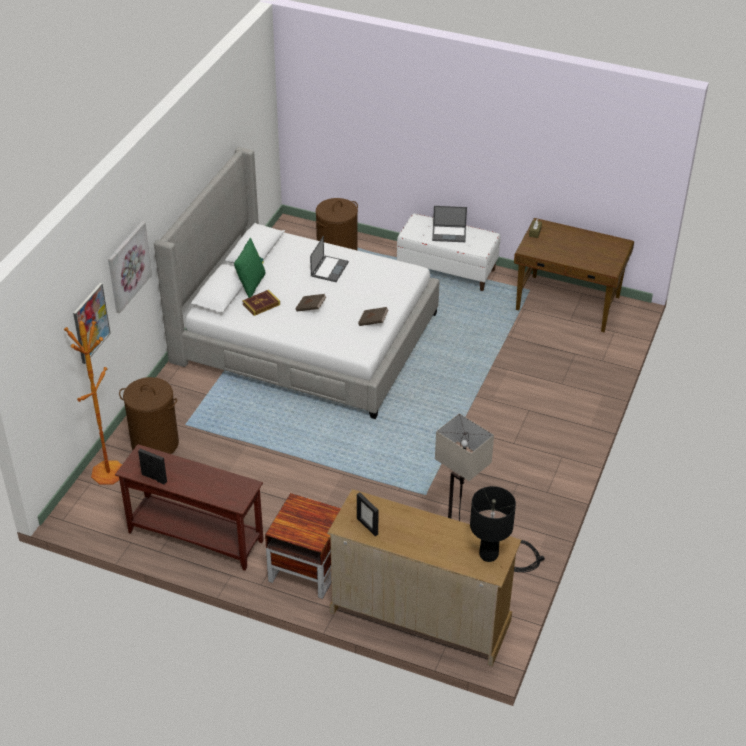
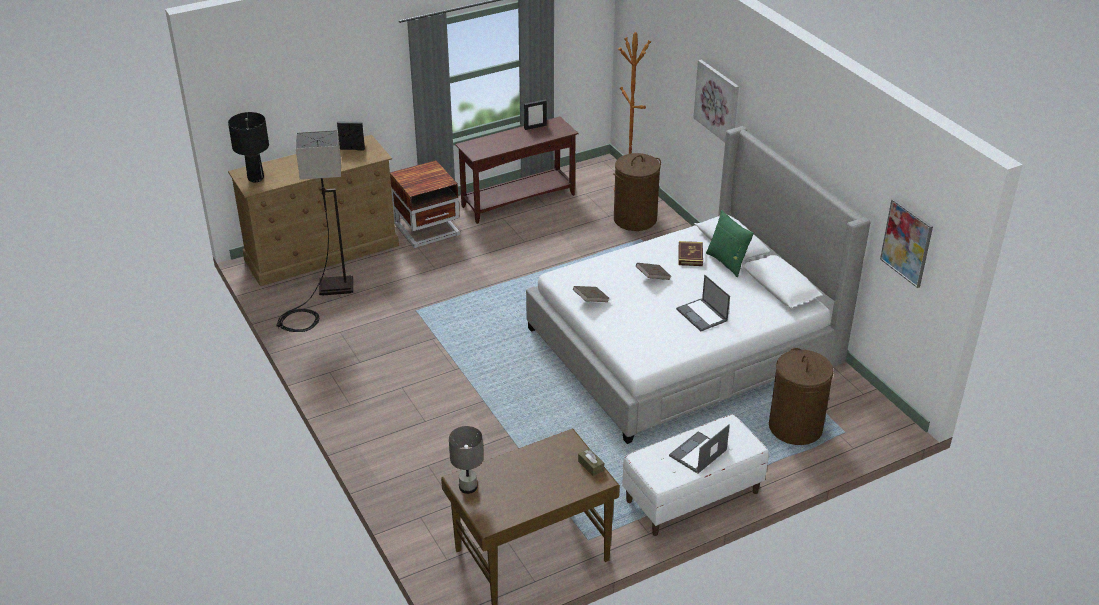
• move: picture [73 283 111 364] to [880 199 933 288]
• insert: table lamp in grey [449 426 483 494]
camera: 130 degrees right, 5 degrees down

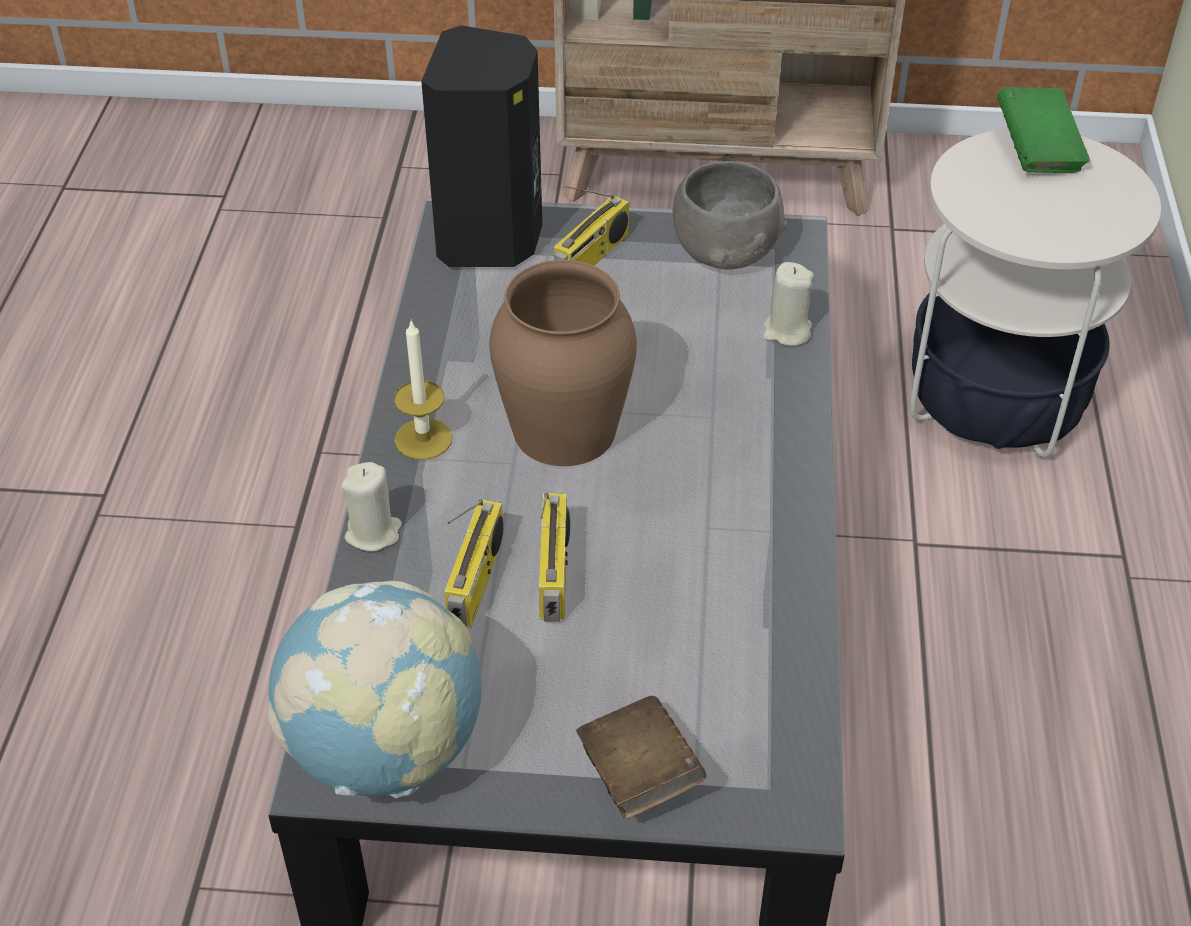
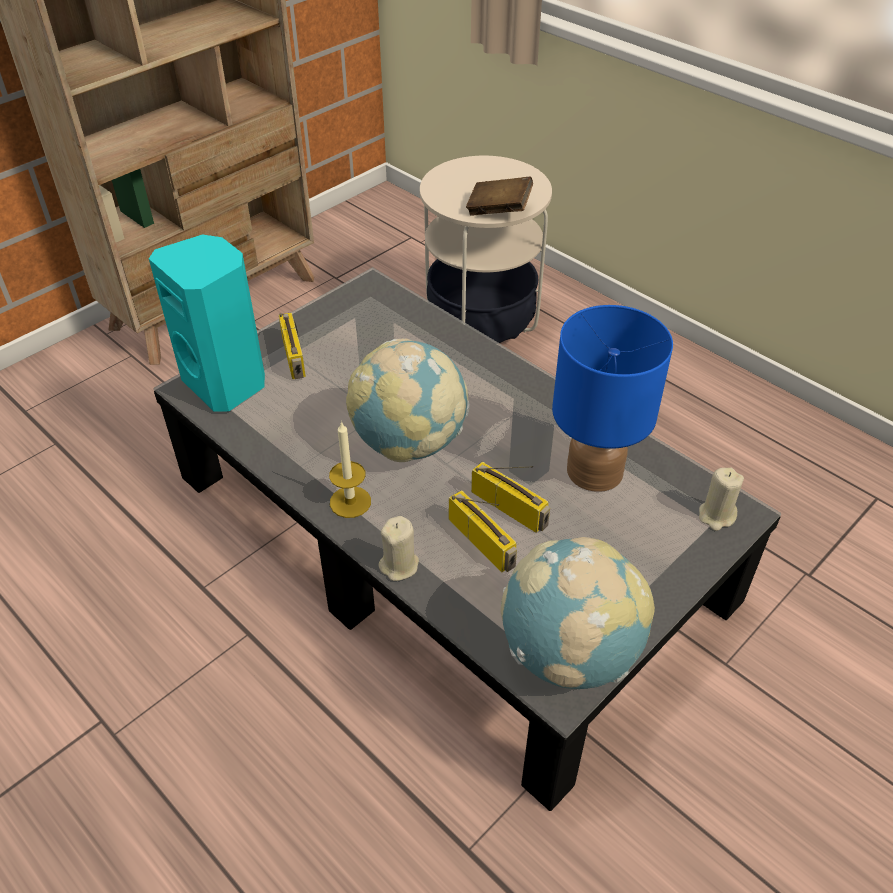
• recolor: speaker in black [421 25 542 267] to speaker in turquoise [149 234 265 412]
• delete: book in green [997 87 1090 173]
• delete: bowl in grey [673 161 787 270]
• replace: vase in brown [489 260 637 466] to globe [346 338 470 462]
• move: candle in beige [763 262 814 346] to [699 468 744 531]
• move: book in brown [576 696 706 819] to [466 177 533 216]
• insert: table lamp in blue [552 305 673 492]
camera: 50 degrees left, 0 degrees up

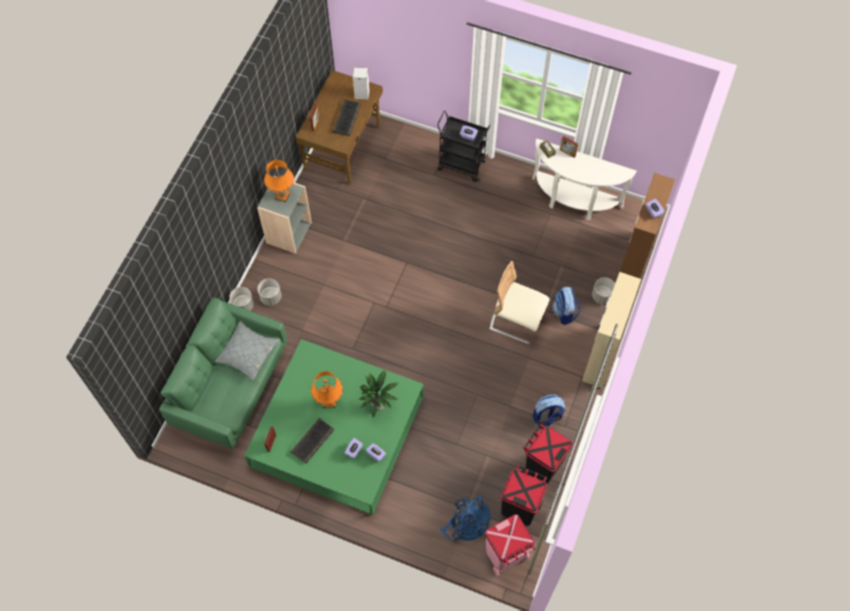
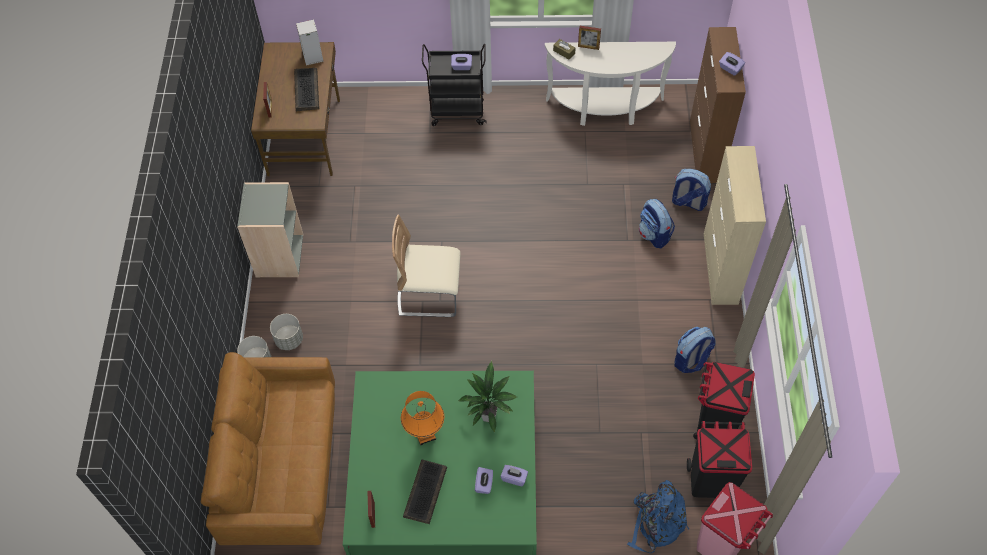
• delete: table lamp in orange [264 160 294 202]
• move: chair in beige [490 261 550 344] to [392 214 461 317]
• replace: planter in grey [592 277 615 305] to backpack [672 169 711 211]
• recolor: sofa in green [159 298 287 449] to sofa in brown [201 352 335 545]
• delete: pillow in grey [214 321 279 381]
camera: 20 degrees left, 5 degrees down

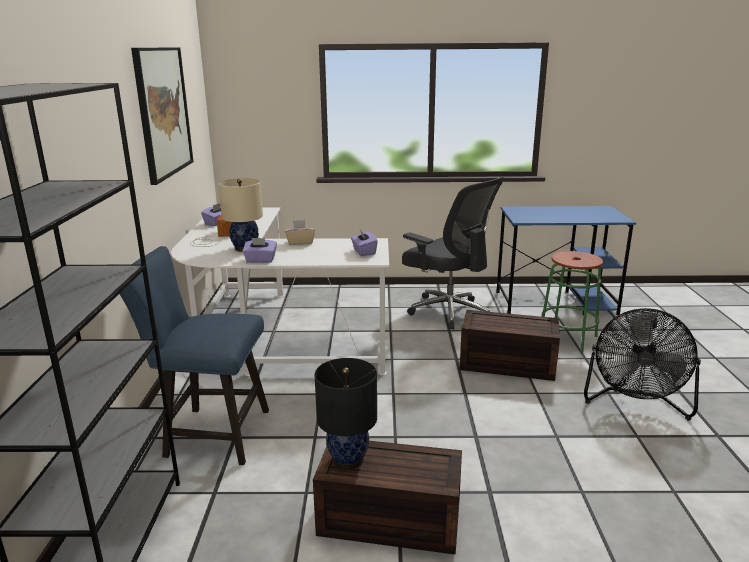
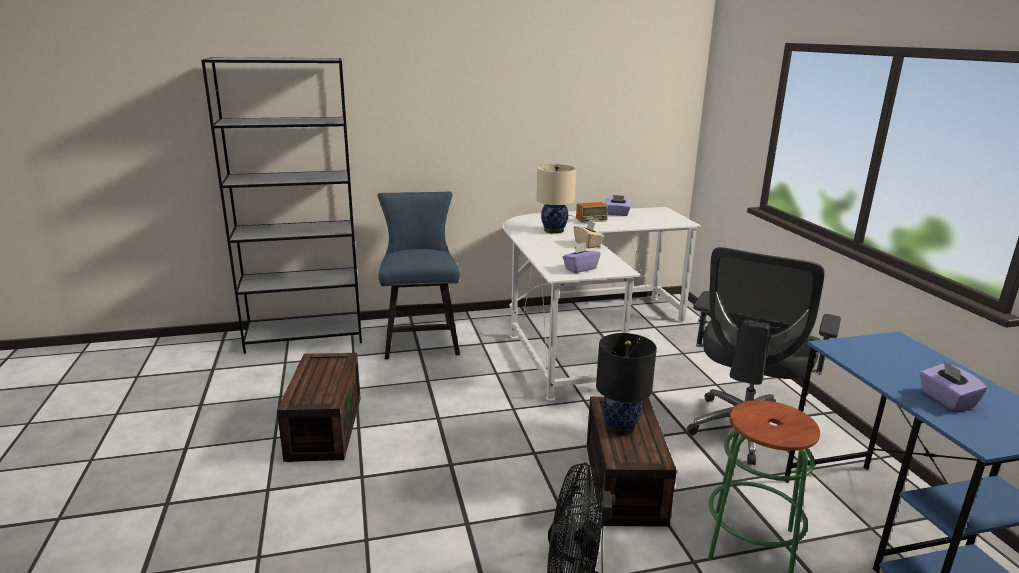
• delete: picture [131 48 194 185]
• move: tissue box in purple [242 238 277 263] to [919 361 987 411]
• move: table lamp in black [315 358 377 469] to [596 333 657 435]
camera: 75 degrees right, 0 degrees up

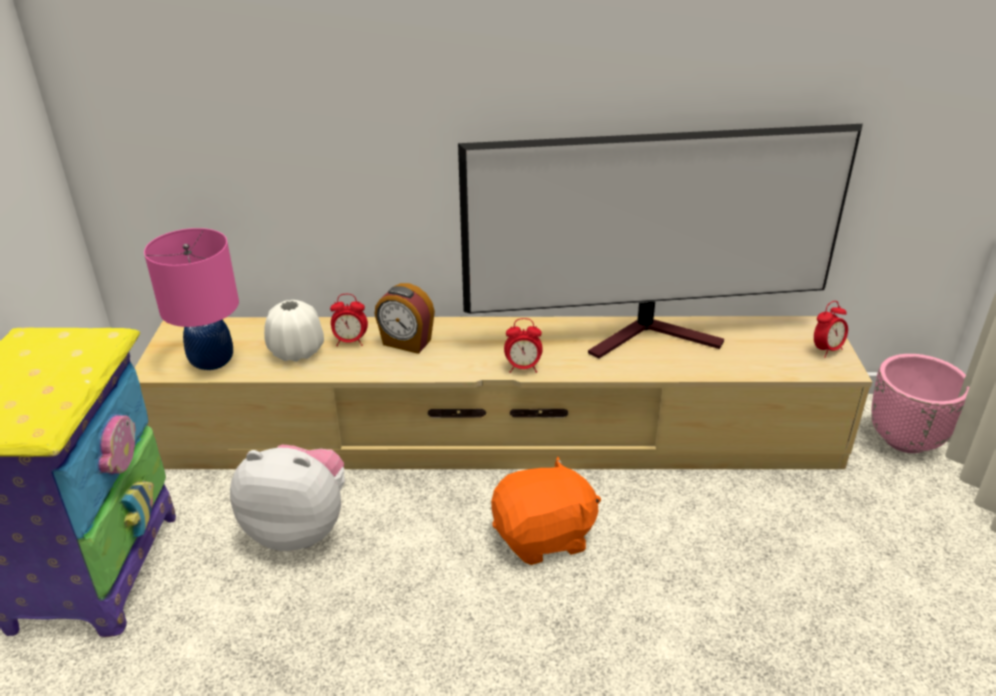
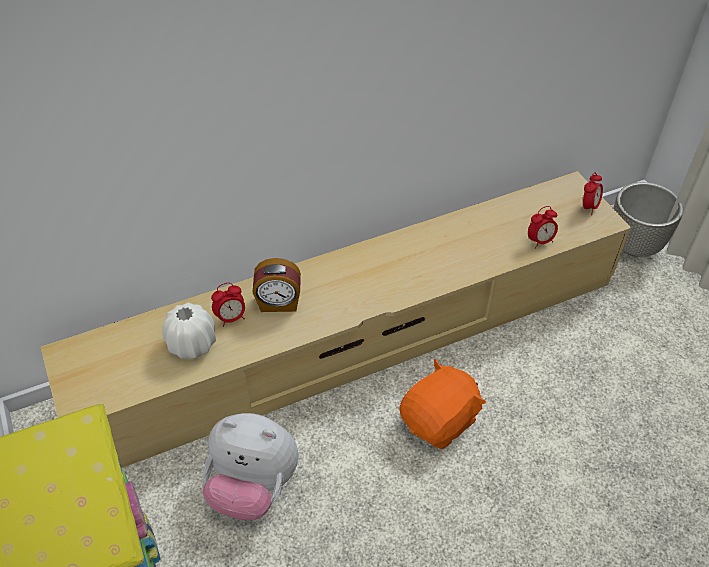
• delete: television [458 124 863 359]
• delete: table lamp in pink [144 228 239 370]
• move: alarm clock [504 318 543 373] to [528 206 558 249]
• recolor: planter in pink [871 354 969 453] to planter in grey [613 182 683 257]
• rotate: plush toy [230 445 345 551] = [203 413 298 520] 150 degrees counterclockwise
camera: 25 degrees left, 15 degrees up

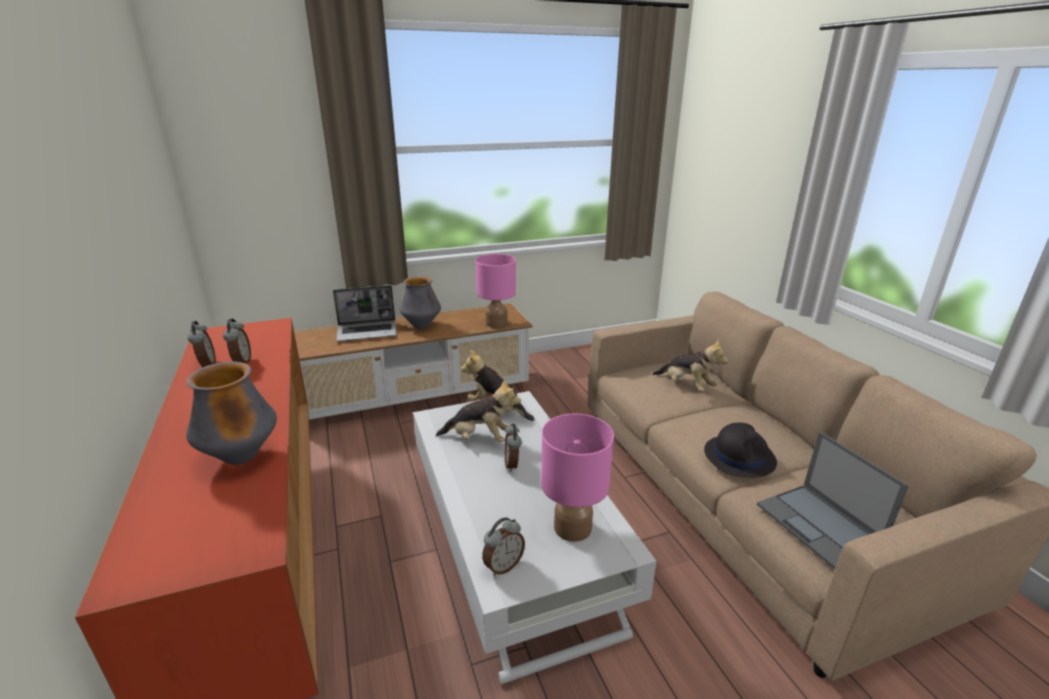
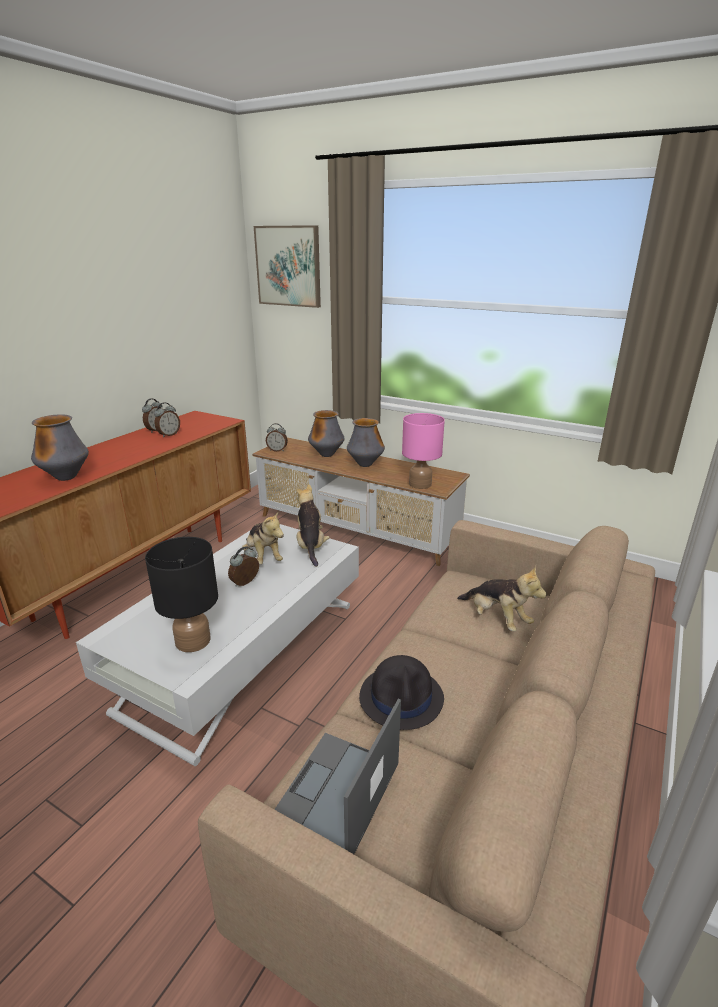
• replace: laptop [333 285 397 341] to vase [308 410 345 457]
• rotate: plush toy [652 339 728 392] = [457 565 547 631] 45 degrees counterclockwise
• recolor: table lamp in pink [541 414 614 542] to table lamp in black [145 537 218 652]
• move: alarm clock [482 517 525 576] to [266 423 288 452]
• insert: picture [254 225 321 308]
camera: 50 degrees right, 0 degrees up

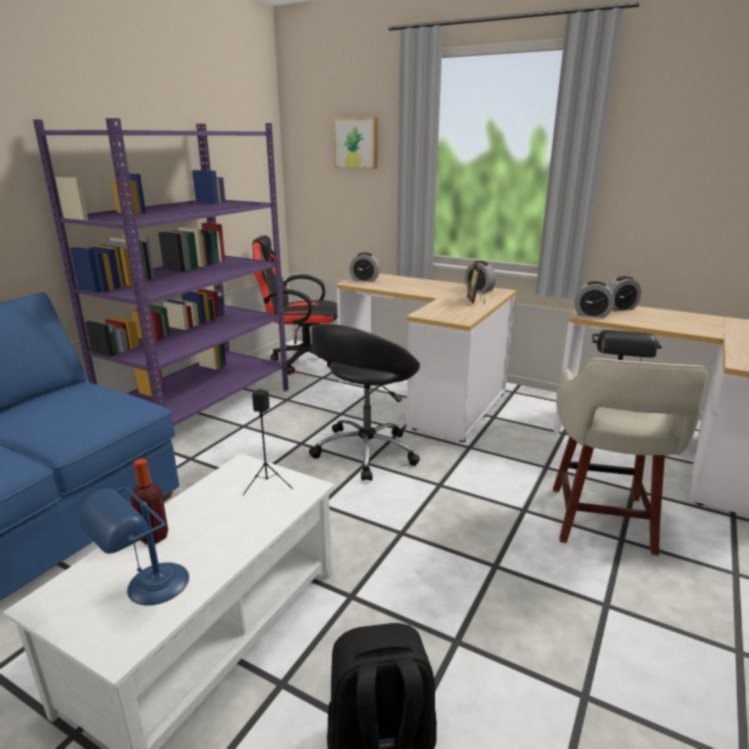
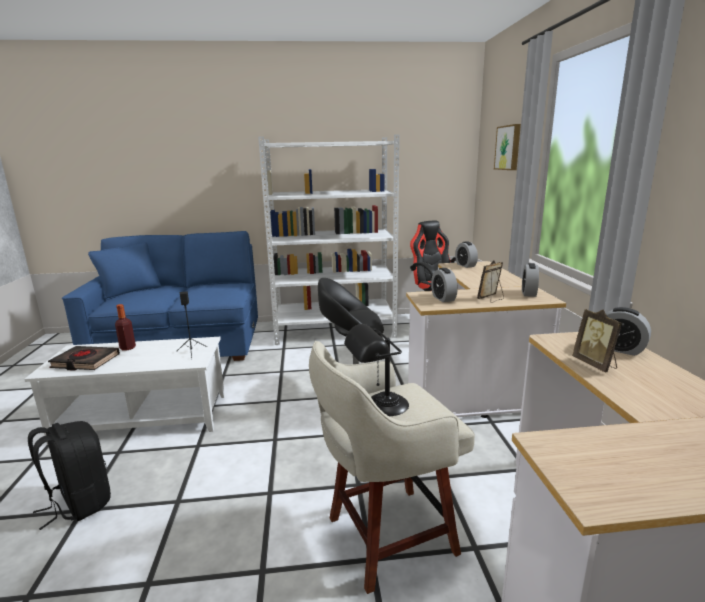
• recolor: bookcase in purple [33 118 289 442] to bookcase in white [258 134 400 345]
• move: alarm clock [575 281 614 318] to [431 268 458 302]
• replace: table lamp in blue [79 487 189 606] to book in black [48 346 120 371]
• insert: picture frame [572 309 622 373]
camera: 55 degrees right, 5 degrees down

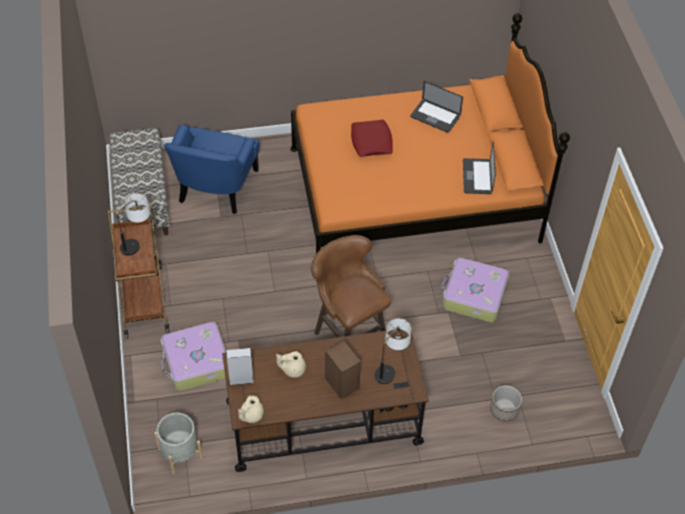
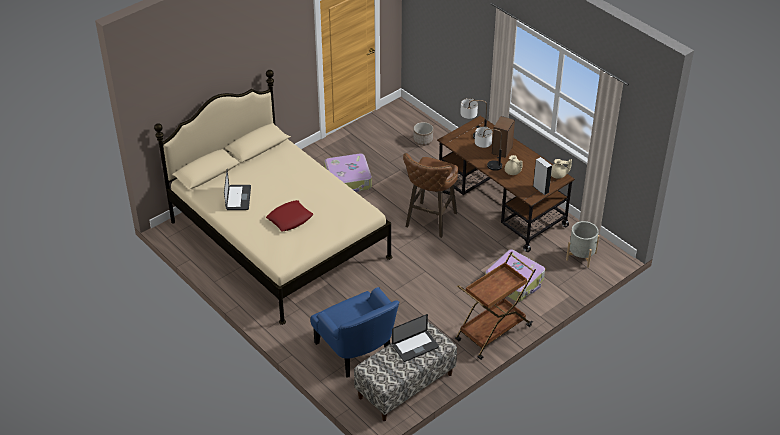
• recolor: bed in orange [291 13 570 254] to bed in beige [154 70 392 325]
• rotate: armchair in blue [164 125 260 214] = [310 287 399 377] 75 degrees clockwise
• move: laptop [463 142 495 194] to [392 314 439 362]
• move: table lamp [117 193 150 256] to [475 126 502 171]
camera: 120 degrees left, 10 degrees down

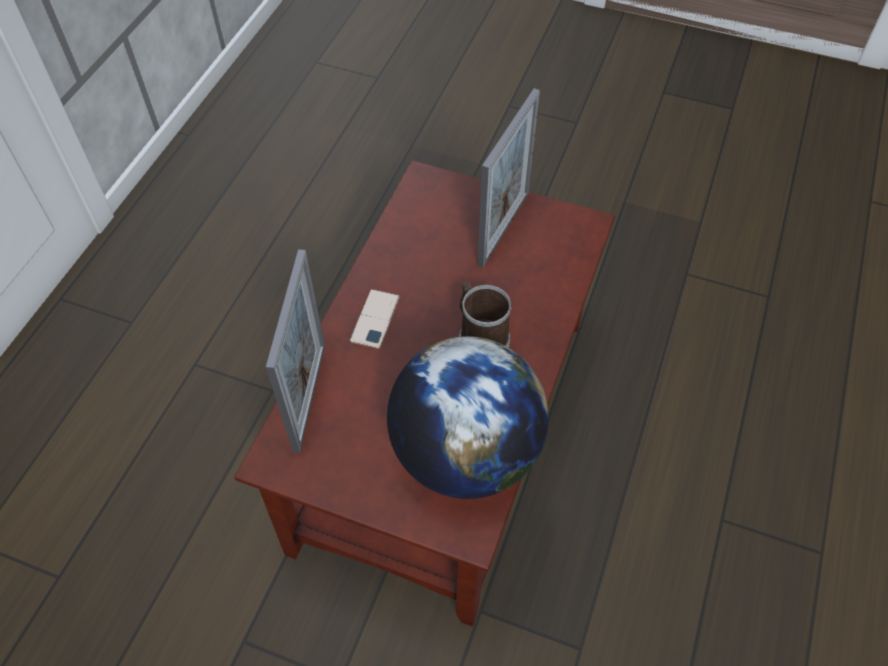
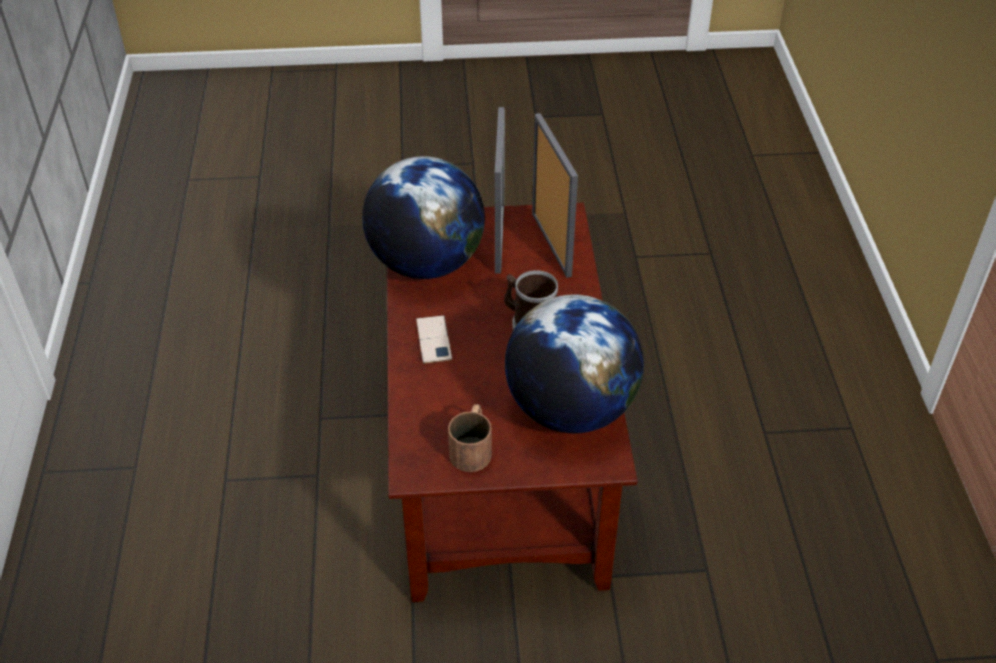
• move: picture frame [266 249 325 453] to [532 113 578 278]
• insert: globe [362 156 485 279]
• insert: mug in brown [448 404 492 472]
camera: 25 degrees left, 10 degrees down

